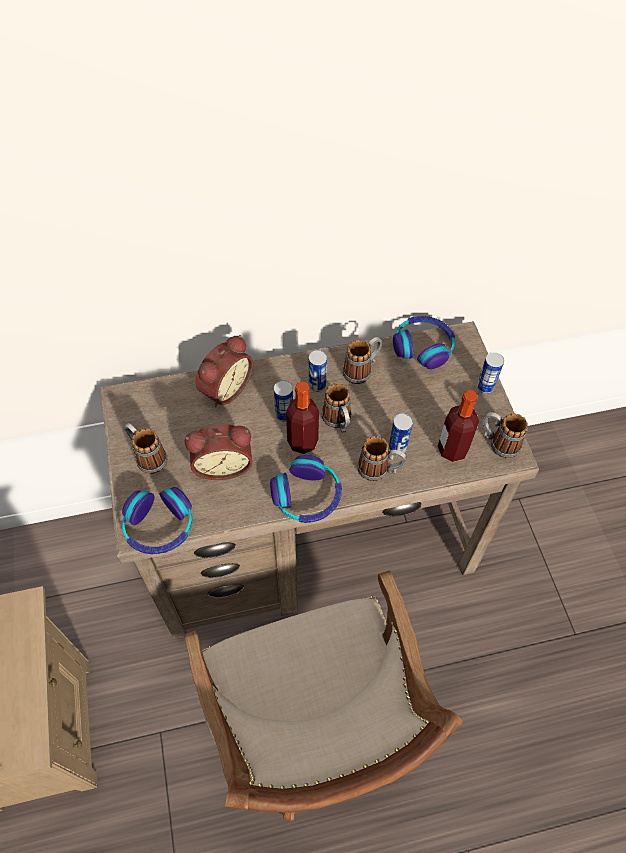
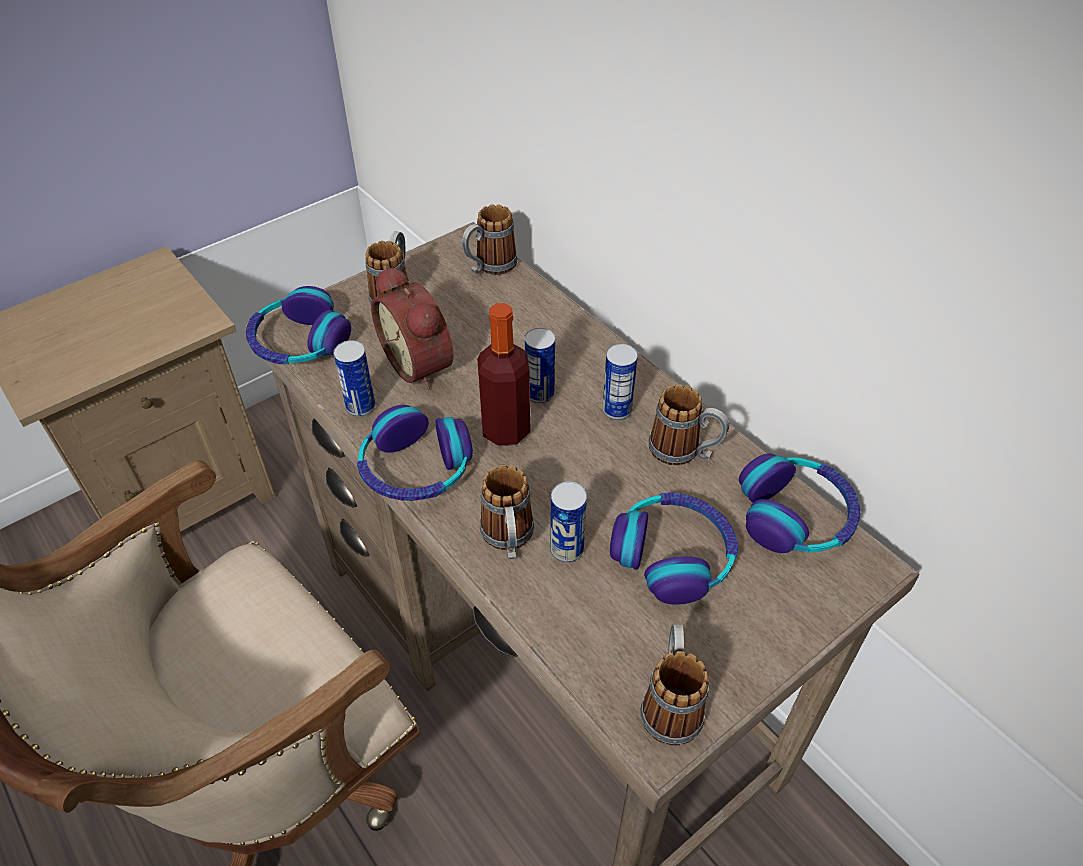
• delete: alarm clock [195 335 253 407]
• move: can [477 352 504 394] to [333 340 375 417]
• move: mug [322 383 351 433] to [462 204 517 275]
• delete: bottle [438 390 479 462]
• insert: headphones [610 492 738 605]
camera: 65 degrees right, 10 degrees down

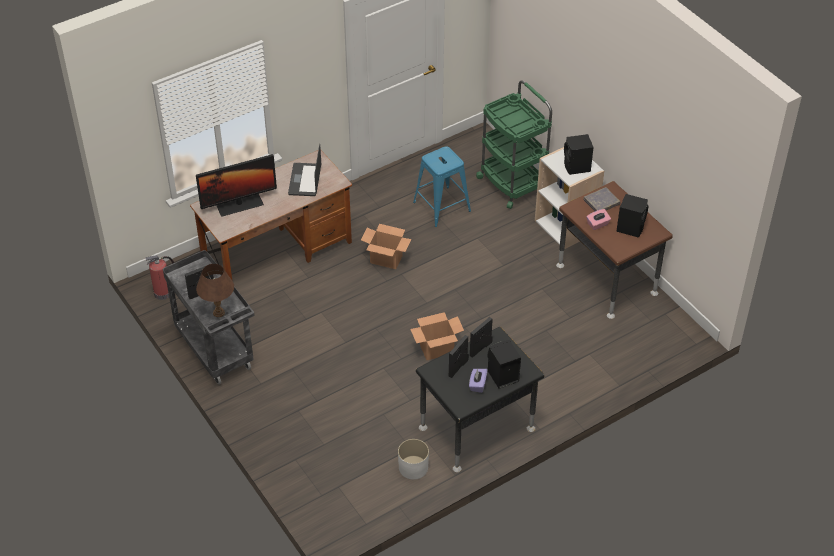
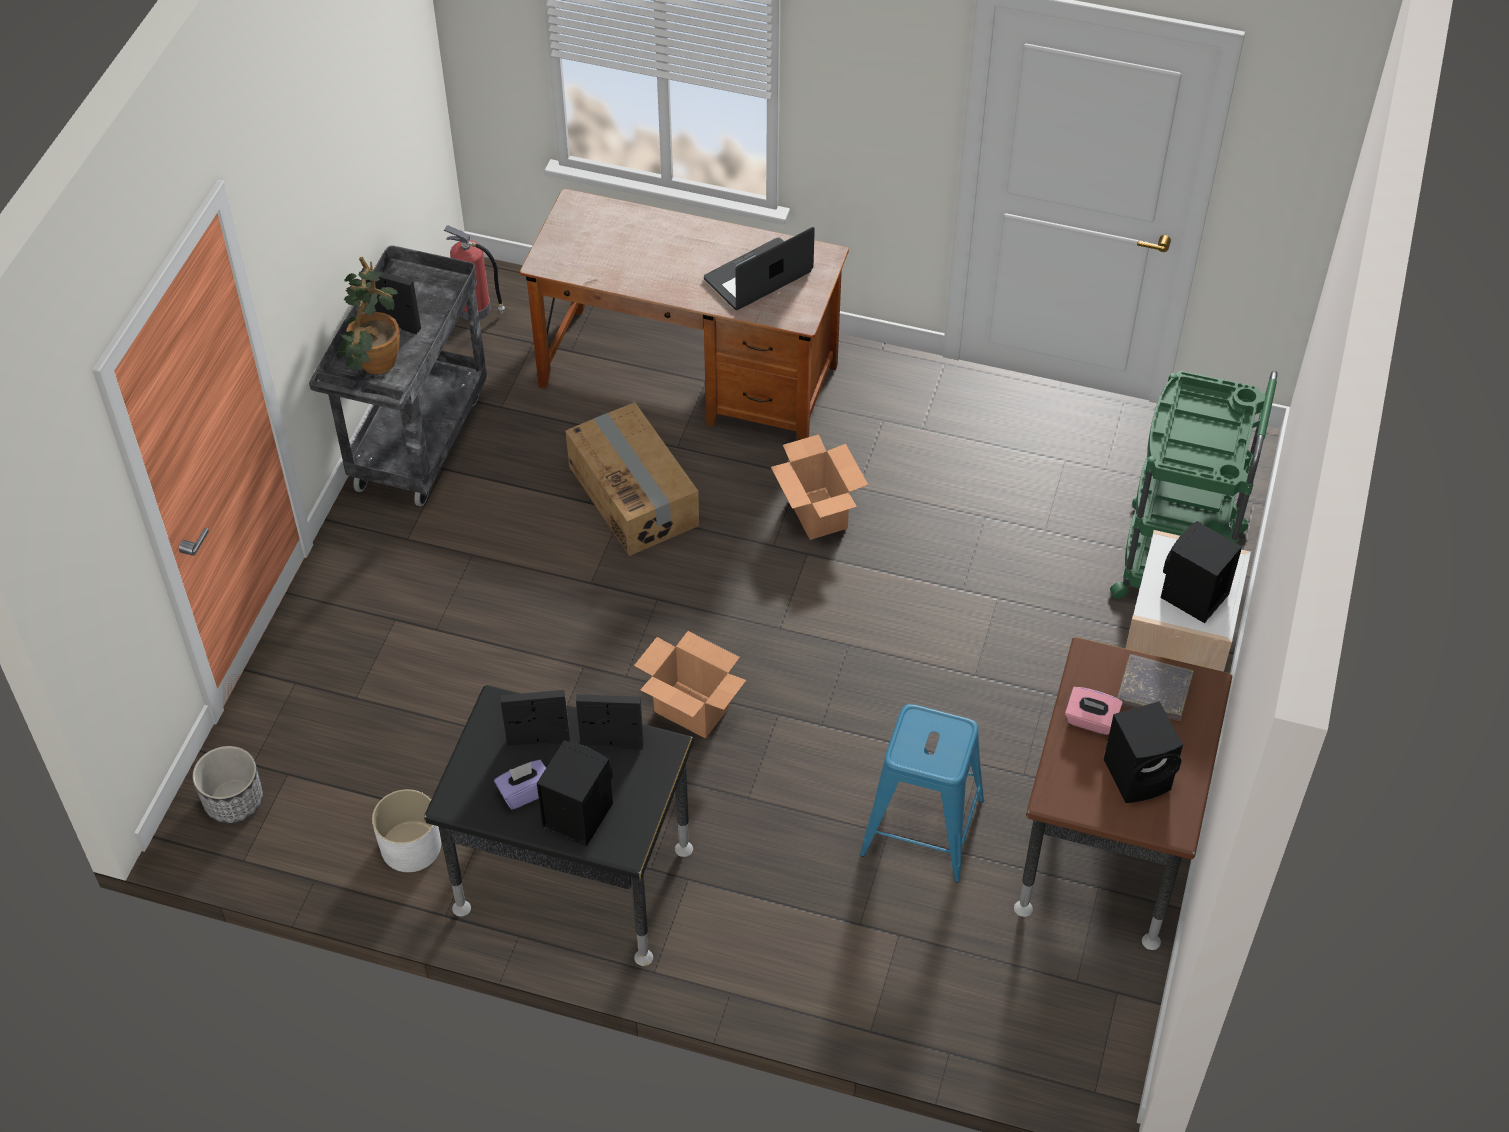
• move: stool in blue [413 146 471 227] to [860 704 984 883]
• delete: monitor [196 154 277 217]
• replace: table lamp in brown [196 264 234 317] to potted plant [338 257 400 374]
• insert: cardboard box [566 402 699 556]
• insert: planter [192 746 263 823]
camera: 50 degrees right, 5 degrees up

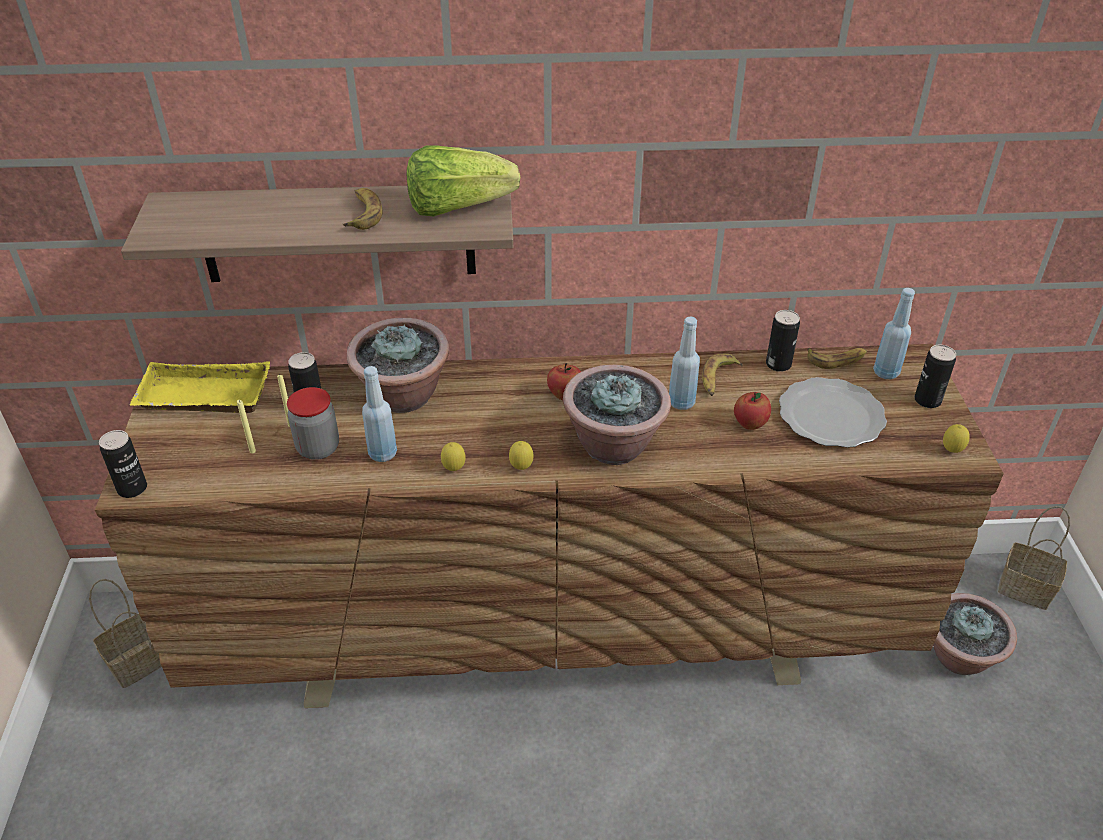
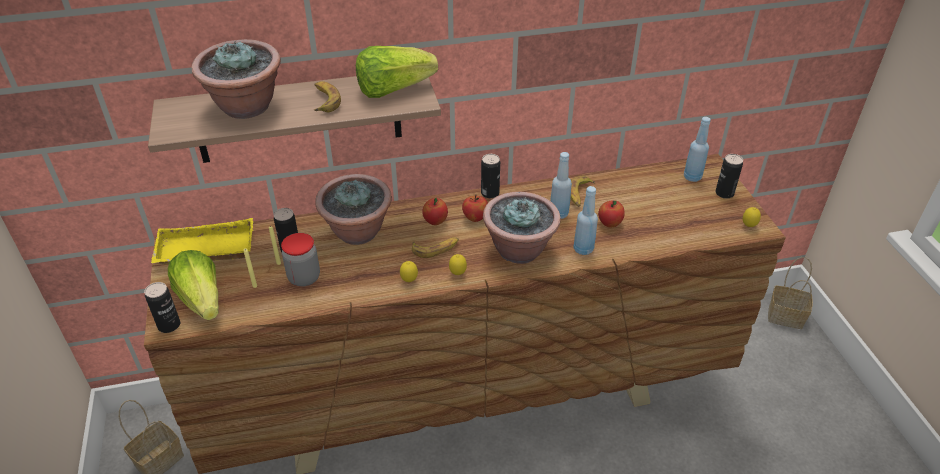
• move: can [766 310 800 372] to [481 154 500 198]
• move: banana [807 348 867 369] to [412 237 459 258]
• move: bottle in blue [362 366 397 462] to [573 186 598 255]
• delete: plate [779 377 887 448]
• move: potted plant [933 593 1017 675] to [192 39 281 119]
• insert: apple [422 197 448 225]
• insert: lettuce [168 250 219 320]
camera: 10 degrees left, 0 degrees up

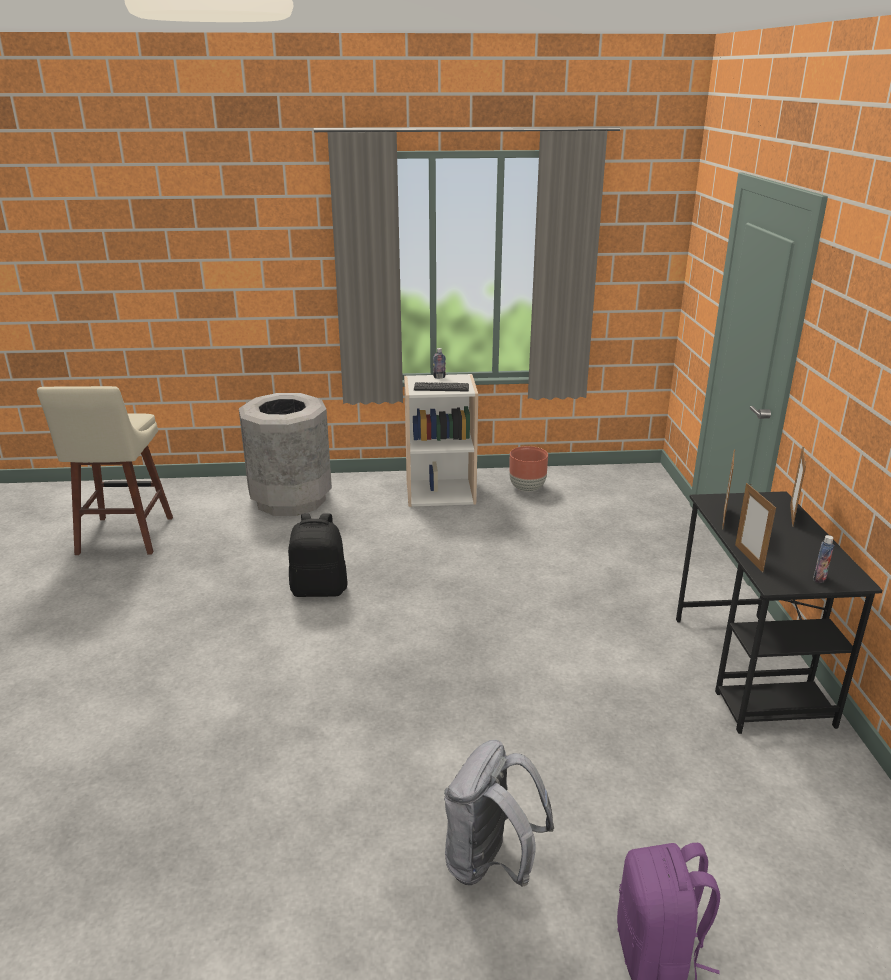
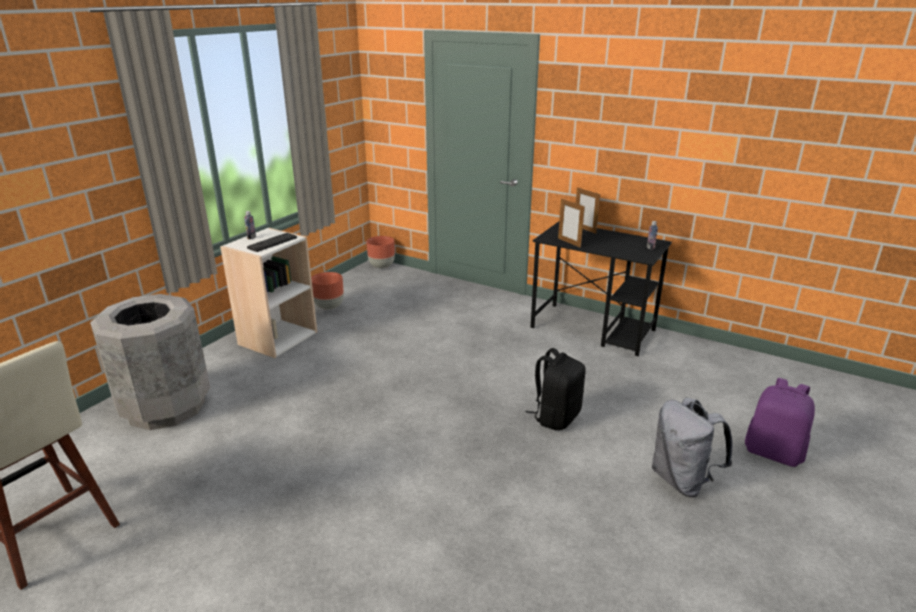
• delete: picture frame [735 483 776 572]
• move: backpack in black [288 513 347 597] to [526 348 585 430]
• insert: planter in brown [366 236 395 268]
camera: 55 degrees left, 0 degrees up

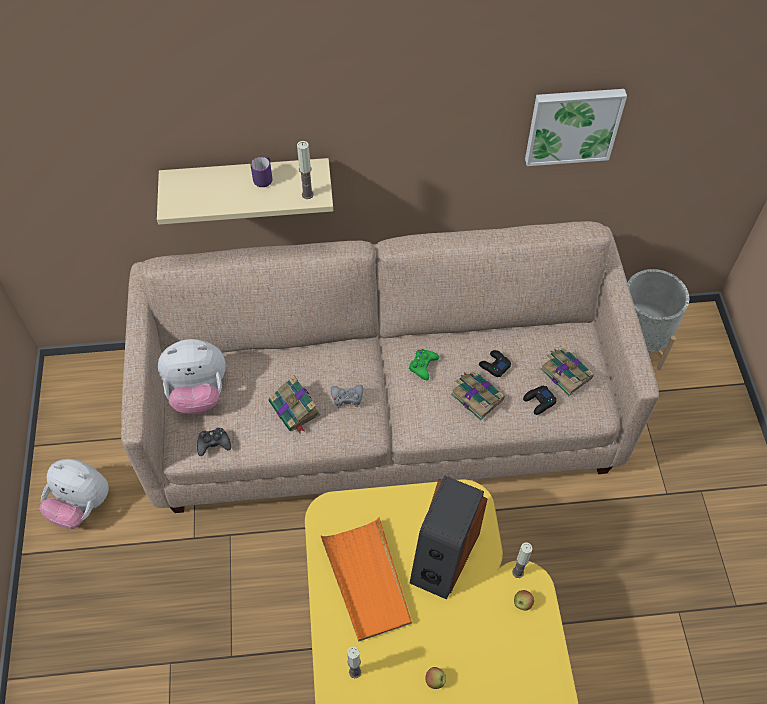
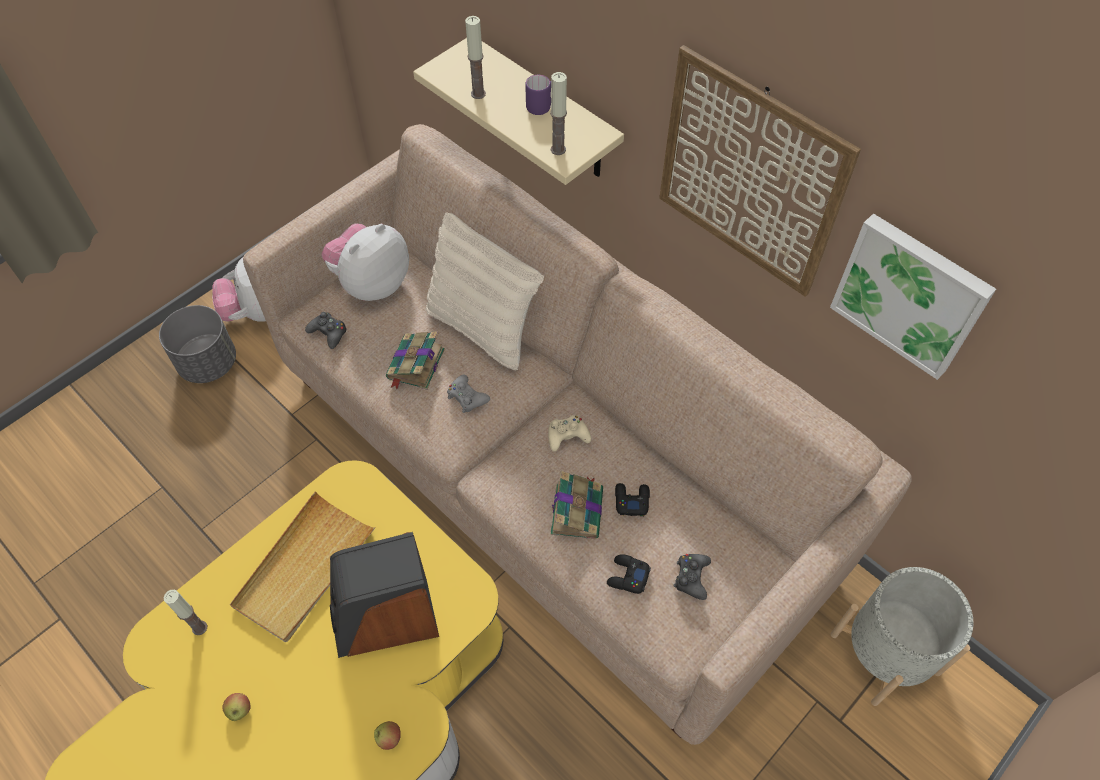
• rotate: plush toy [158 339 226 414] = [321 223 409 301] 90 degrees clockwise
• replace: book [540 348 594 396] to game controller in black [674 554 711 600]
• recolor: game controller in green [409 349 439 380] to game controller in beige [548 415 591 451]
• recolor: tray in orange [321 517 412 642] to tray in beige [230 491 376 642]
• move: candle [512 542 532 578] to [465 16 486 99]
• insert: picture [659 45 861 297]
• insert: pillow in beige [425 213 544 371]
• insert: planter in grey [159 305 236 383]
camera: 50 degrees right, 0 degrees up

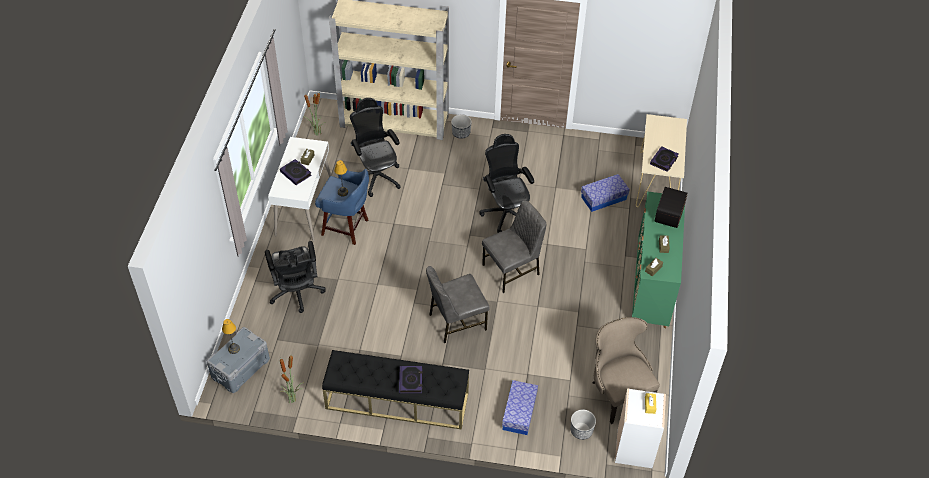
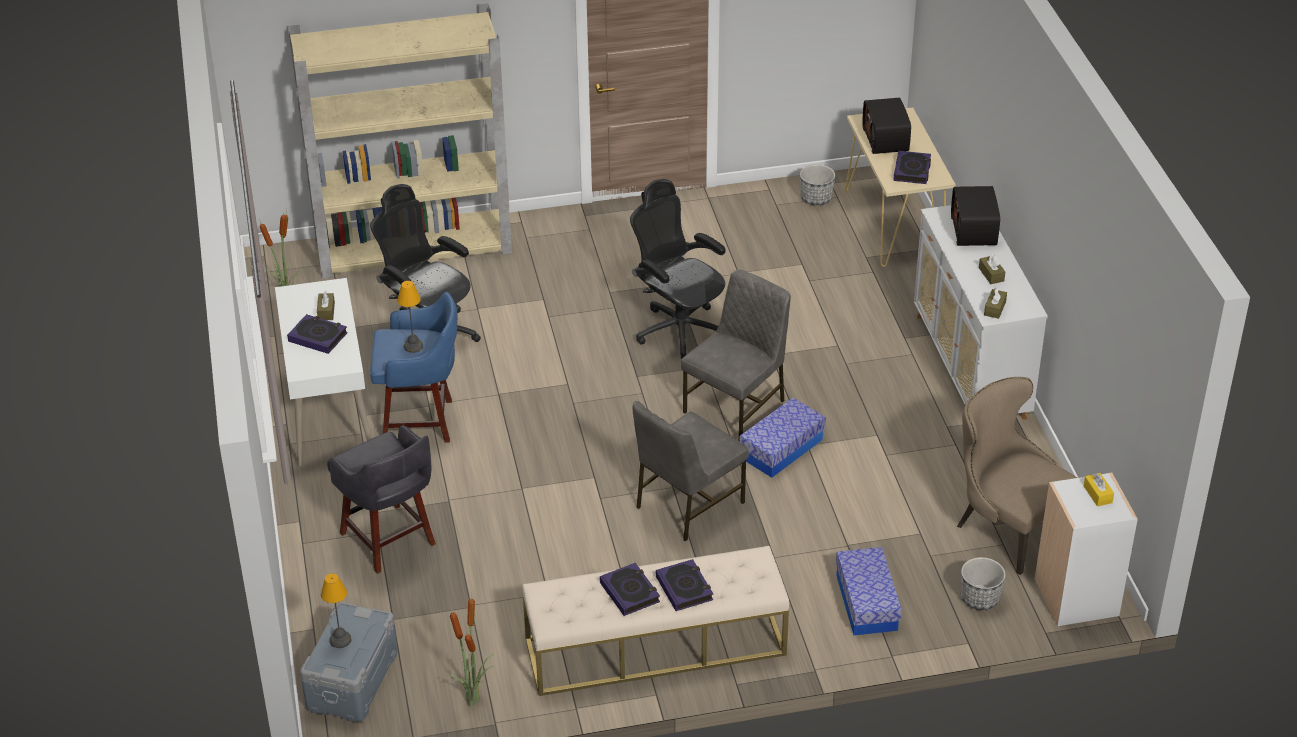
• move: planter [451 114 472 139] to [800 164 835 205]
• move: storage box [581 174 630 212] to [739 398 826 478]
• recolor: cabinet in green [632 191 685 329] to cabinet in white [914 205 1048 420]
• replace: office chair [265 241 326 313] to stool in grey [327 425 436 574]
• recolor: bench in black [322 350 469 430] to bench in beige [522 546 789 696]
• insert: radio [863 98 911 154]
• insert: book [600 563 660 616]
camera: 20 degrees left, 10 degrees down

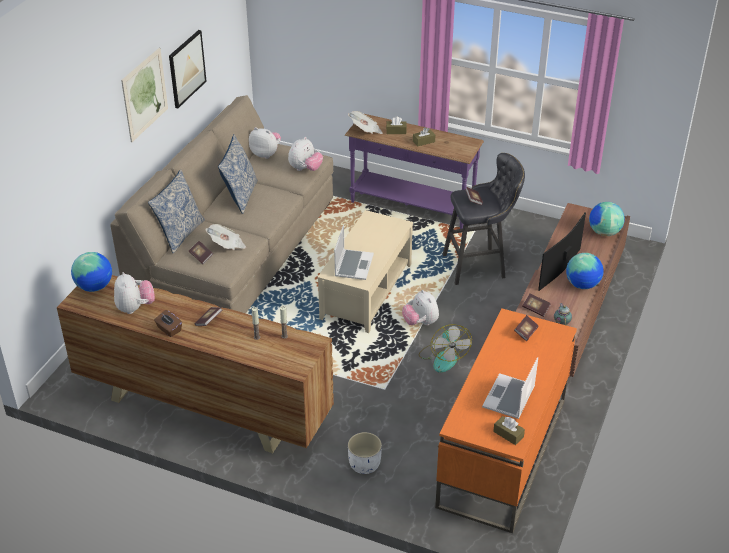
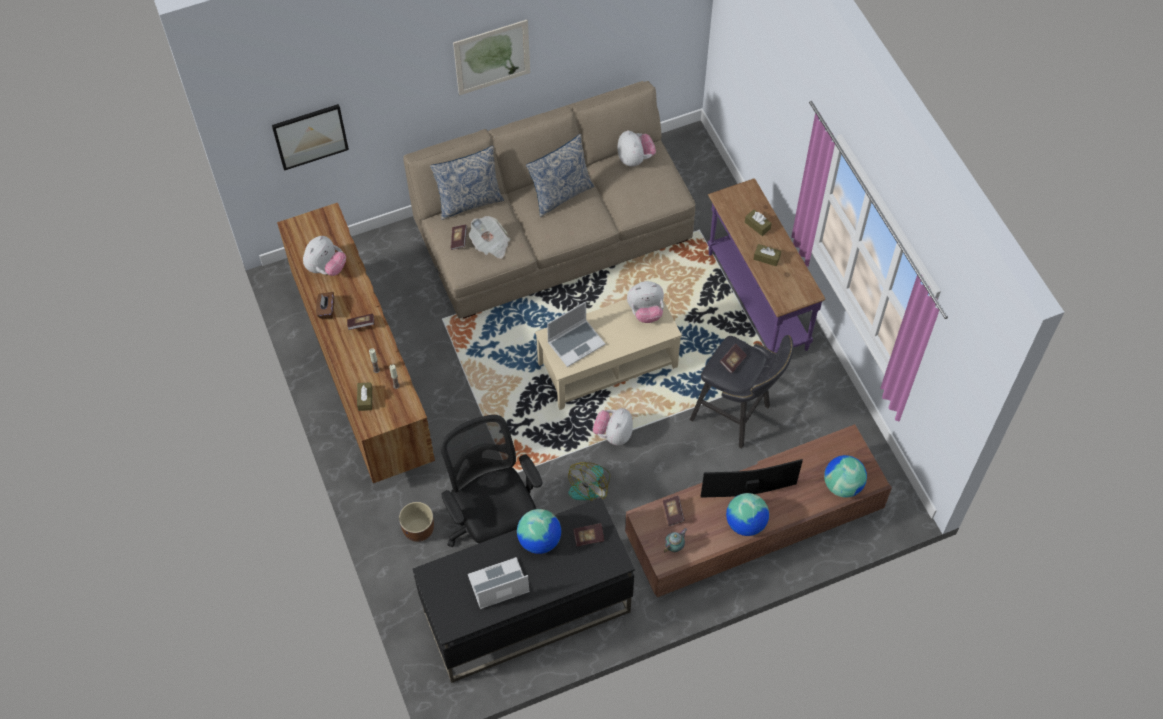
• move: picture [169 30 207 108] to [272 104 349 171]
• delete: newspaper [348 111 383 134]
• move: plush toy [288 137 323 171] to [627 281 664 323]
• move: globe [71 252 112 292] to [517 509 561 554]
• recolor: desk in orange [435 309 577 533] to desk in black [412 498 635 683]
• move: tissue box in brown [493 416 525 445] to [357 382 372 411]
• recolor: planter in white [348 432 382 474] to planter in brown [399 502 434 542]
• insert: office chair in black [440 415 543 547]
camera: 45 degrees right, 20 degrees up

